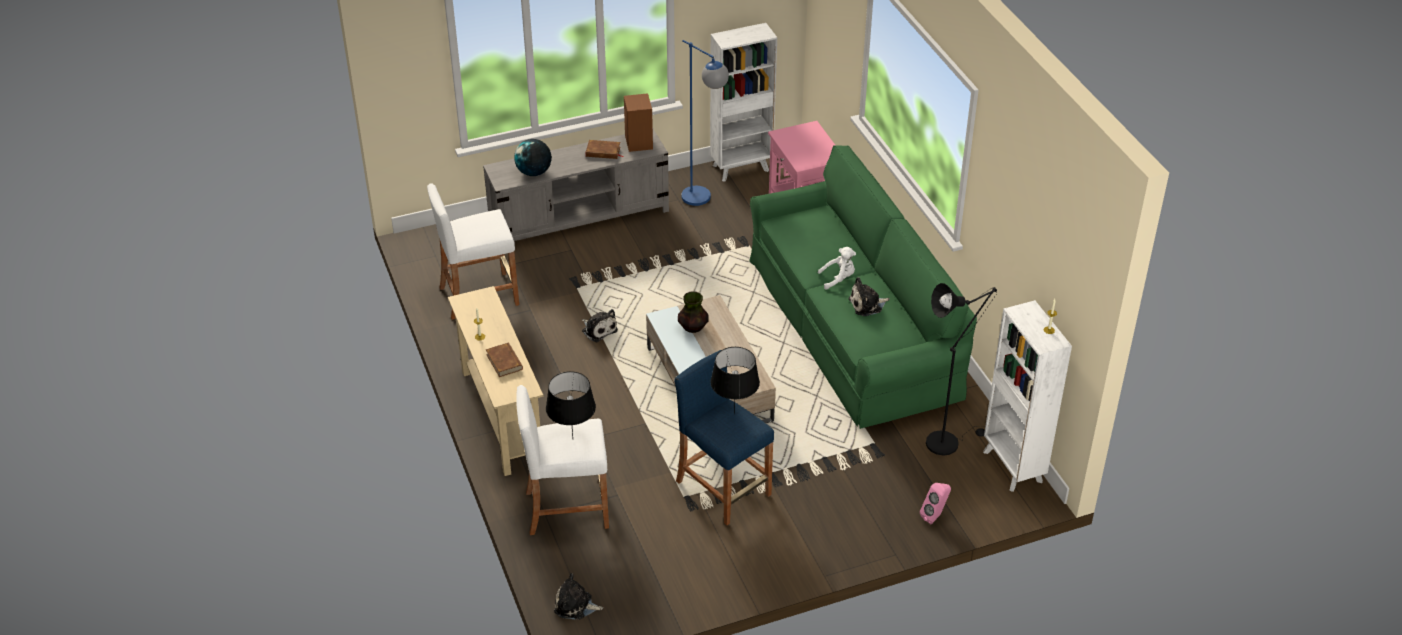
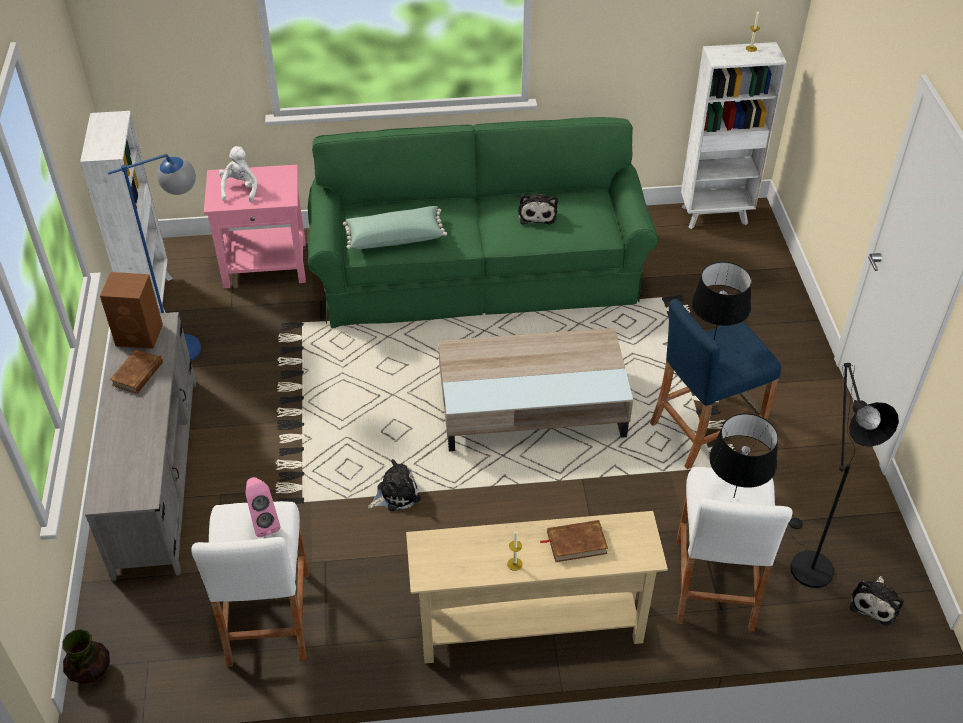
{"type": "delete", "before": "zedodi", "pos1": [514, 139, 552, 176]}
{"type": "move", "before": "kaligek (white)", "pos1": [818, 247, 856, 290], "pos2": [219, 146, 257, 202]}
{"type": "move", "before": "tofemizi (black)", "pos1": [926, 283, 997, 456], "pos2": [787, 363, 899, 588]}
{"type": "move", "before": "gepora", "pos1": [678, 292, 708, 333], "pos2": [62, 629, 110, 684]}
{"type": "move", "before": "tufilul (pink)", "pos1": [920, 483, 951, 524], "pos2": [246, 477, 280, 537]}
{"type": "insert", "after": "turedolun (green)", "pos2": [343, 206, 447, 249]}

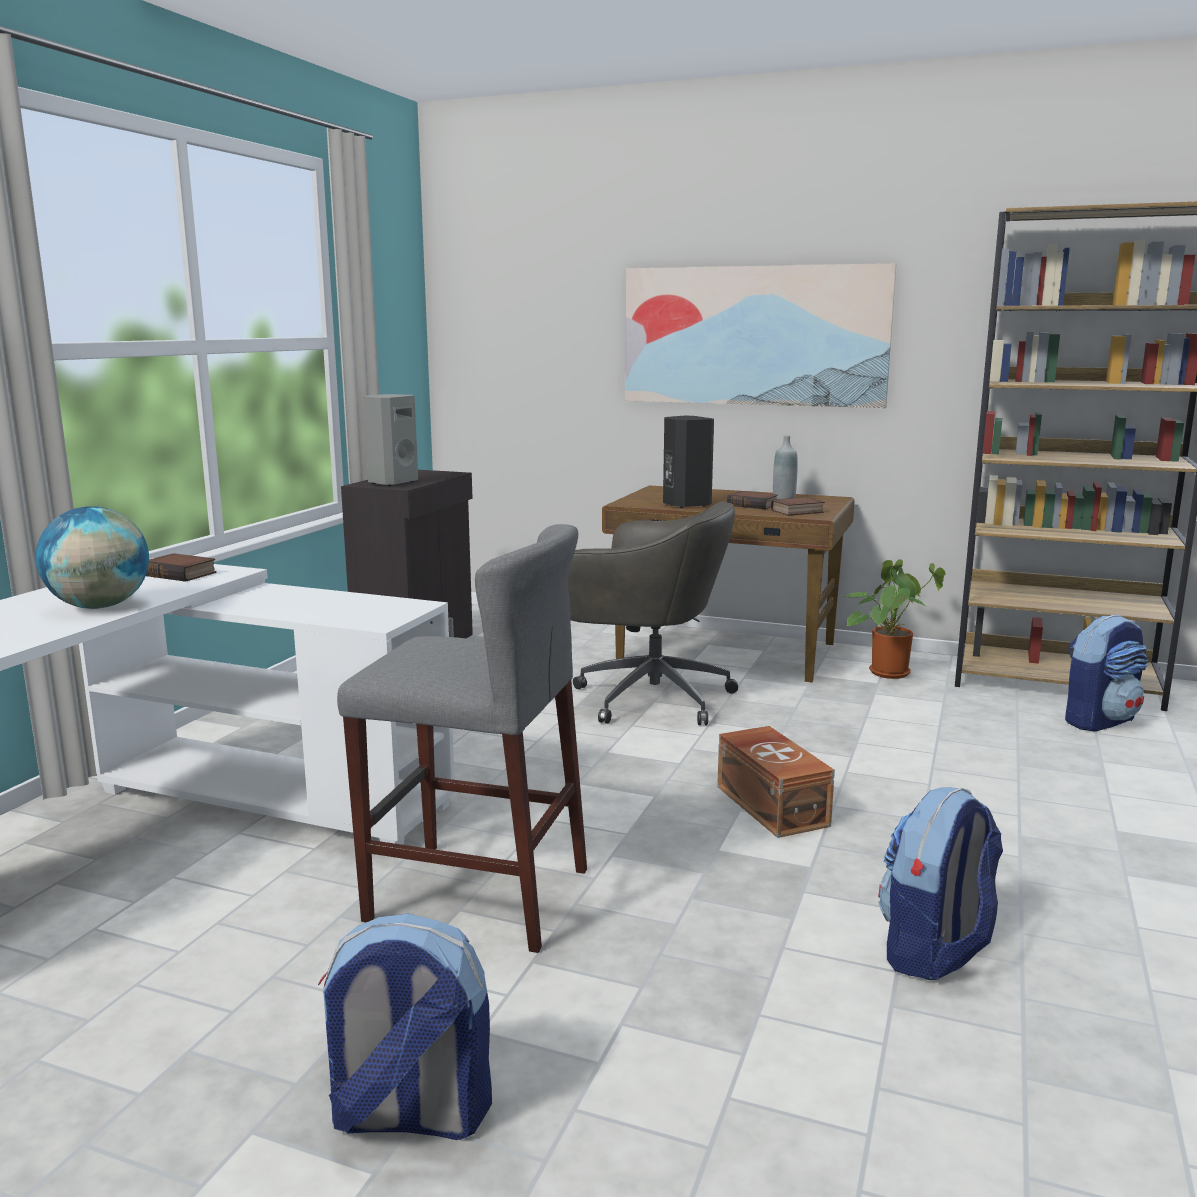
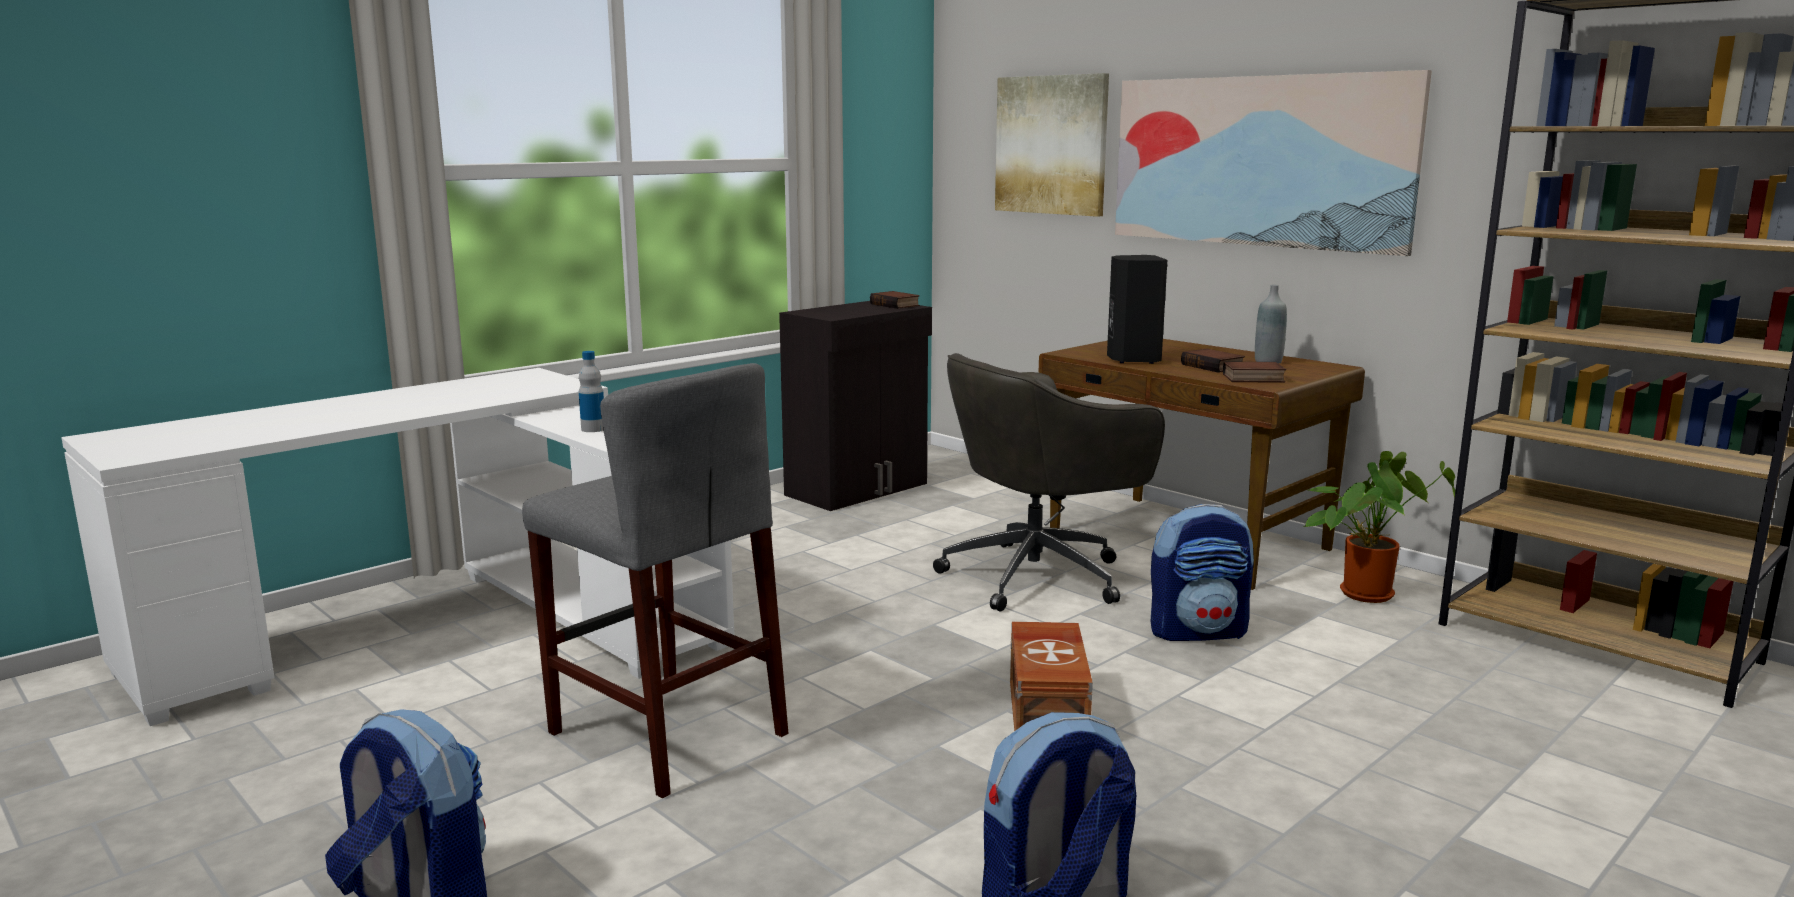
{"type": "delete", "before": "tufilul (grey)", "pos1": [363, 394, 418, 486]}
{"type": "rotate", "before": "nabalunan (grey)", "pos1": [568, 501, 738, 725], "pos2": [933, 353, 1165, 612], "turn": 105}
{"type": "delete", "before": "zedodi", "pos1": [35, 506, 149, 609]}
{"type": "move", "before": "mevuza", "pos1": [146, 553, 217, 582], "pos2": [870, 291, 920, 309]}
{"type": "move", "before": "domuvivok", "pos1": [1065, 615, 1148, 731], "pos2": [1151, 504, 1254, 641]}
{"type": "insert", "after": "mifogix", "pos2": [995, 73, 1109, 217]}
{"type": "insert", "after": "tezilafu", "pos2": [579, 351, 604, 432]}

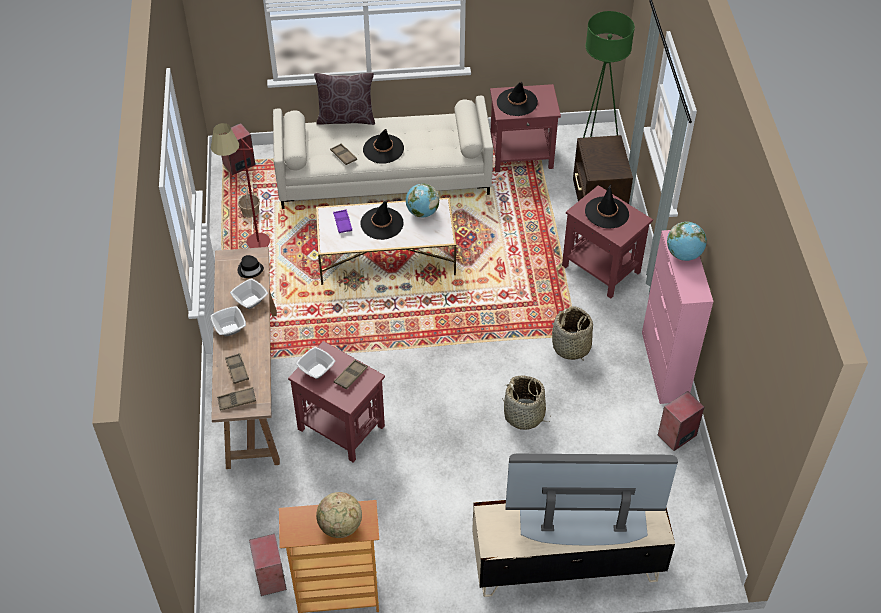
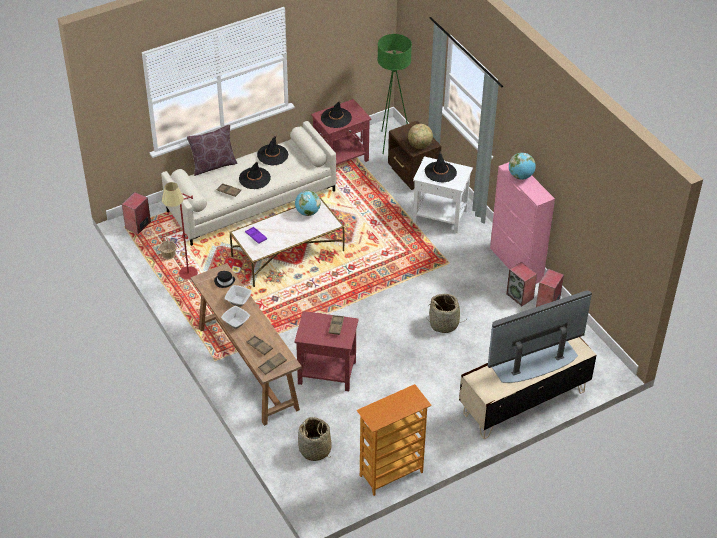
{"type": "recolor", "before": "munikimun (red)", "after": "munikimun (white)", "pos1": [562, 185, 653, 298], "pos2": [413, 156, 473, 233]}
{"type": "move", "before": "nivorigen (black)", "pos1": [360, 201, 404, 240], "pos2": [257, 136, 288, 165]}
{"type": "move", "before": "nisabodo", "pos1": [552, 306, 593, 361], "pos2": [298, 417, 332, 461]}
{"type": "delete", "before": "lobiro", "pos1": [296, 347, 335, 379]}
{"type": "move", "before": "zedodi", "pos1": [316, 492, 362, 538], "pos2": [408, 124, 433, 149]}
{"type": "move", "before": "tufilul", "pos1": [249, 534, 287, 596], "pos2": [506, 262, 537, 306]}

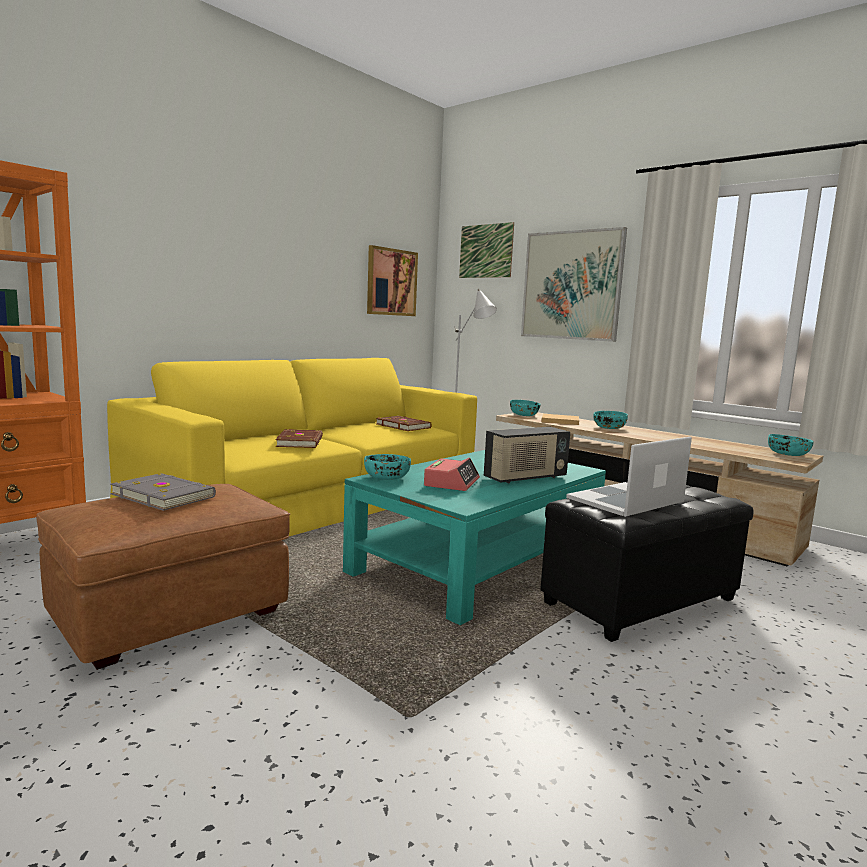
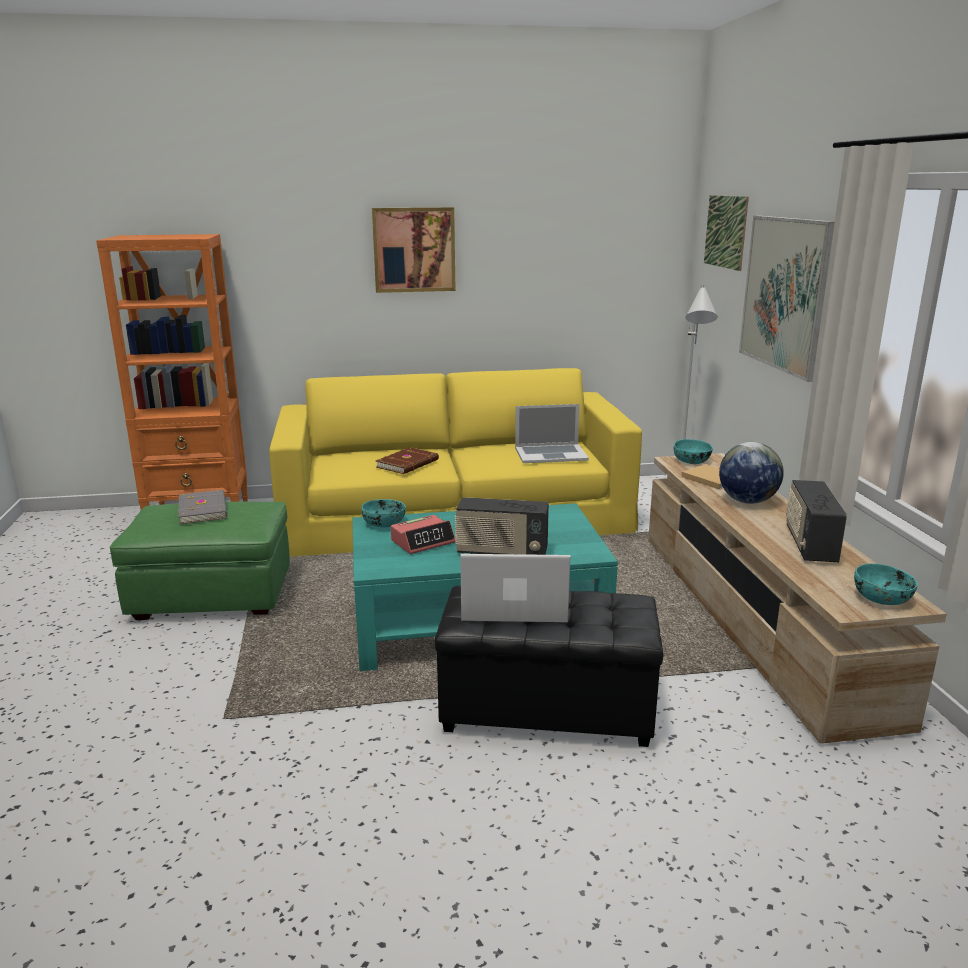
{"type": "move", "before": "mifogix", "pos1": [367, 245, 418, 316], "pos2": [372, 207, 455, 293]}
{"type": "replace", "before": "lobiro (turquoise)", "after": "zedodi", "pos1": [593, 411, 628, 429], "pos2": [719, 442, 784, 504]}
{"type": "replace", "before": "mevuza (brown)", "after": "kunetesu", "pos1": [376, 416, 432, 431], "pos2": [515, 404, 589, 463]}
{"type": "recolor", "before": "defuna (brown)", "after": "defuna (green)", "pos1": [36, 484, 290, 670], "pos2": [110, 502, 290, 620]}
{"type": "insert", "after": "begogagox", "pos2": [786, 480, 847, 562]}

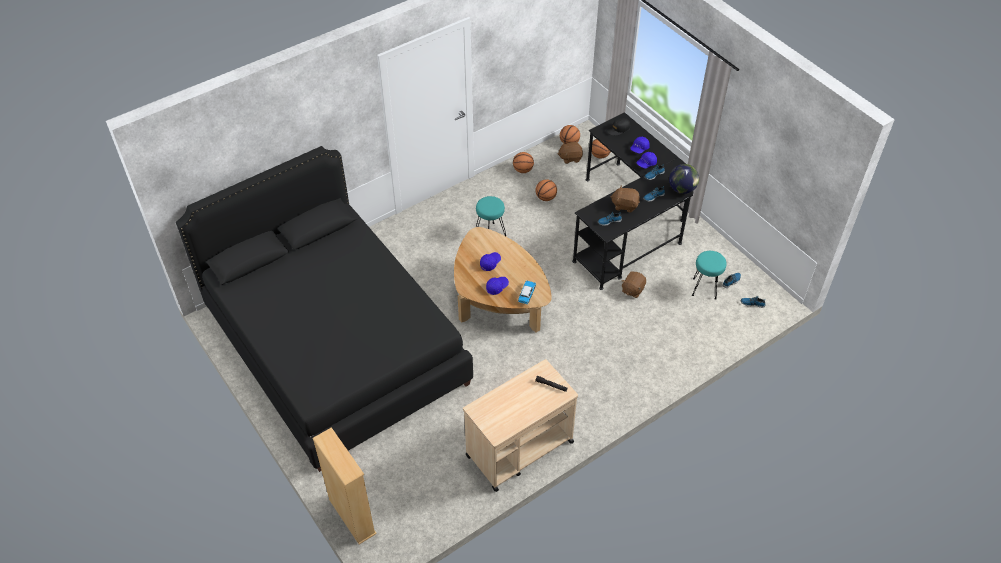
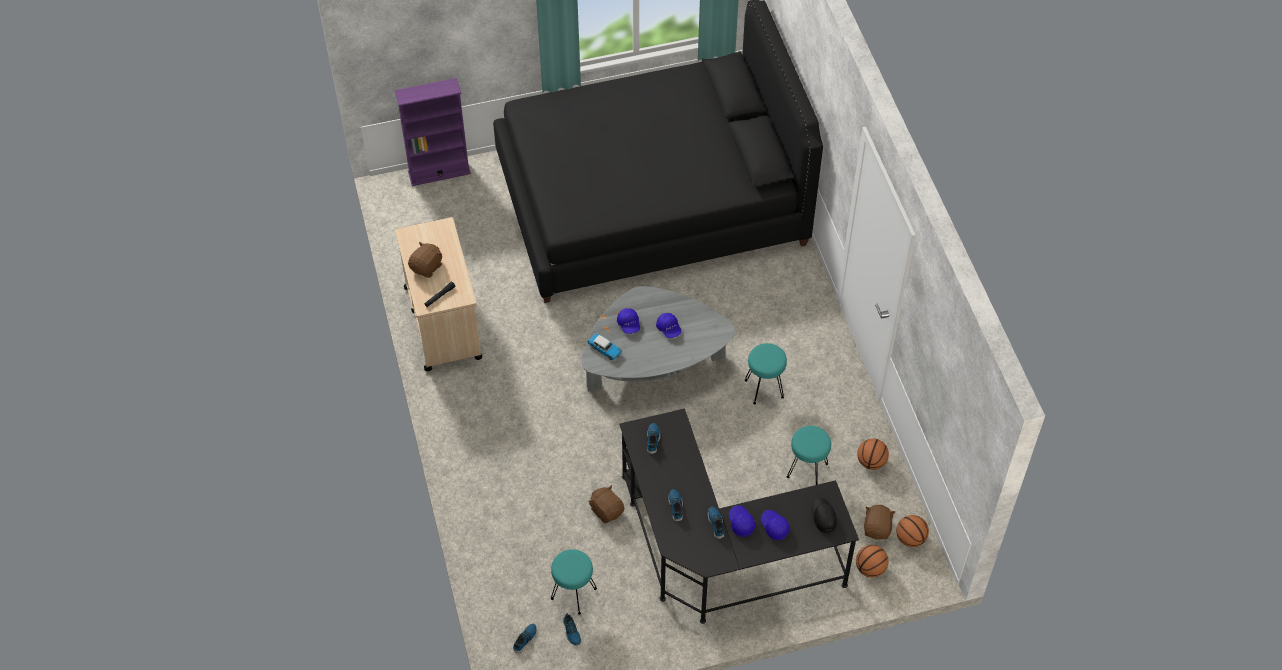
{"type": "delete", "before": "zedodi", "pos1": [669, 164, 699, 194]}
{"type": "replace", "before": "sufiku", "after": "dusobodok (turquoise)", "pos1": [535, 179, 557, 201], "pos2": [787, 426, 831, 485]}
{"type": "move", "before": "kaligek (brown)", "pos1": [611, 186, 640, 213], "pos2": [408, 242, 442, 278]}
{"type": "recolor", "before": "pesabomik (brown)", "after": "pesabomik (grey)", "pos1": [454, 227, 552, 332], "pos2": [581, 286, 735, 391]}
{"type": "recolor", "before": "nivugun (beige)", "after": "nivugun (purple)", "pos1": [312, 427, 377, 544], "pos2": [395, 78, 471, 186]}

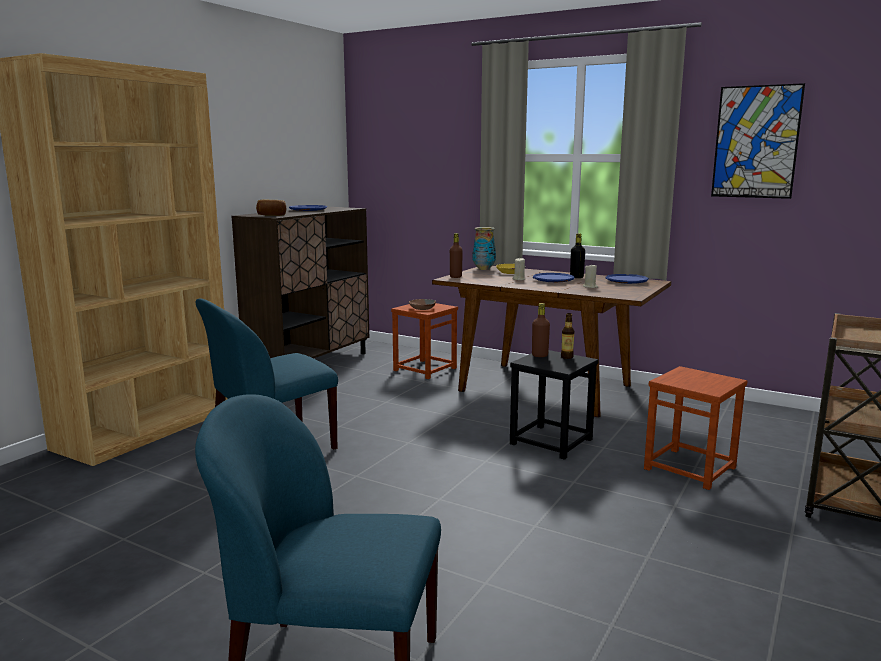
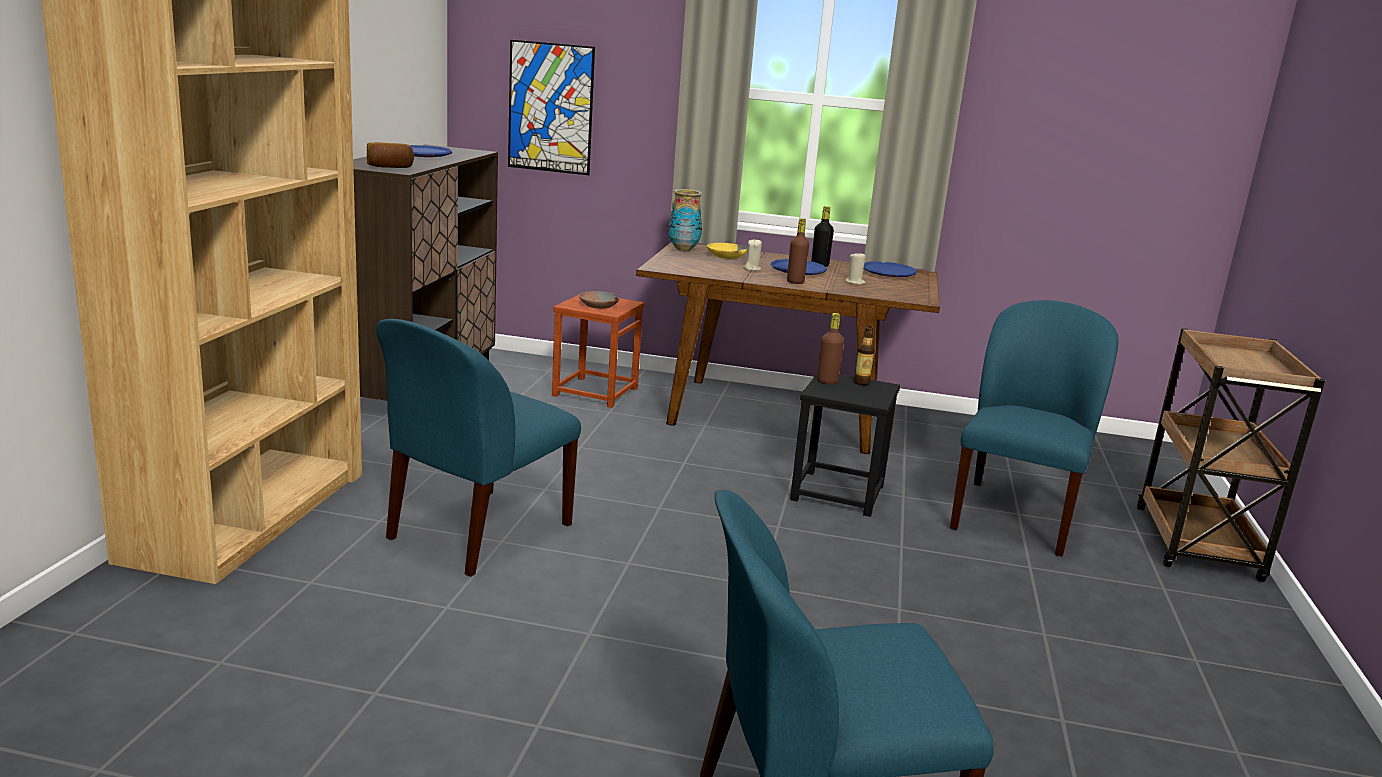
{"type": "move", "before": "mifogix", "pos1": [711, 83, 805, 199], "pos2": [508, 40, 595, 175]}
{"type": "move", "before": "tezilafu (brown)", "pos1": [450, 233, 463, 278], "pos2": [787, 218, 809, 284]}
{"type": "replace", "before": "dusobodok (brown)", "after": "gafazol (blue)", "pos1": [644, 366, 747, 490], "pos2": [950, 300, 1118, 557]}

